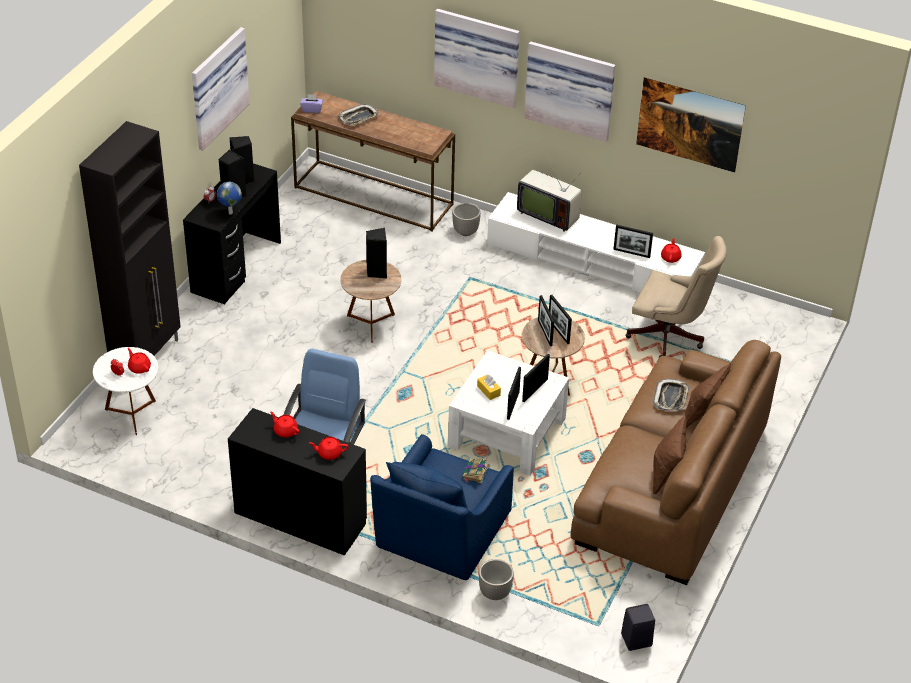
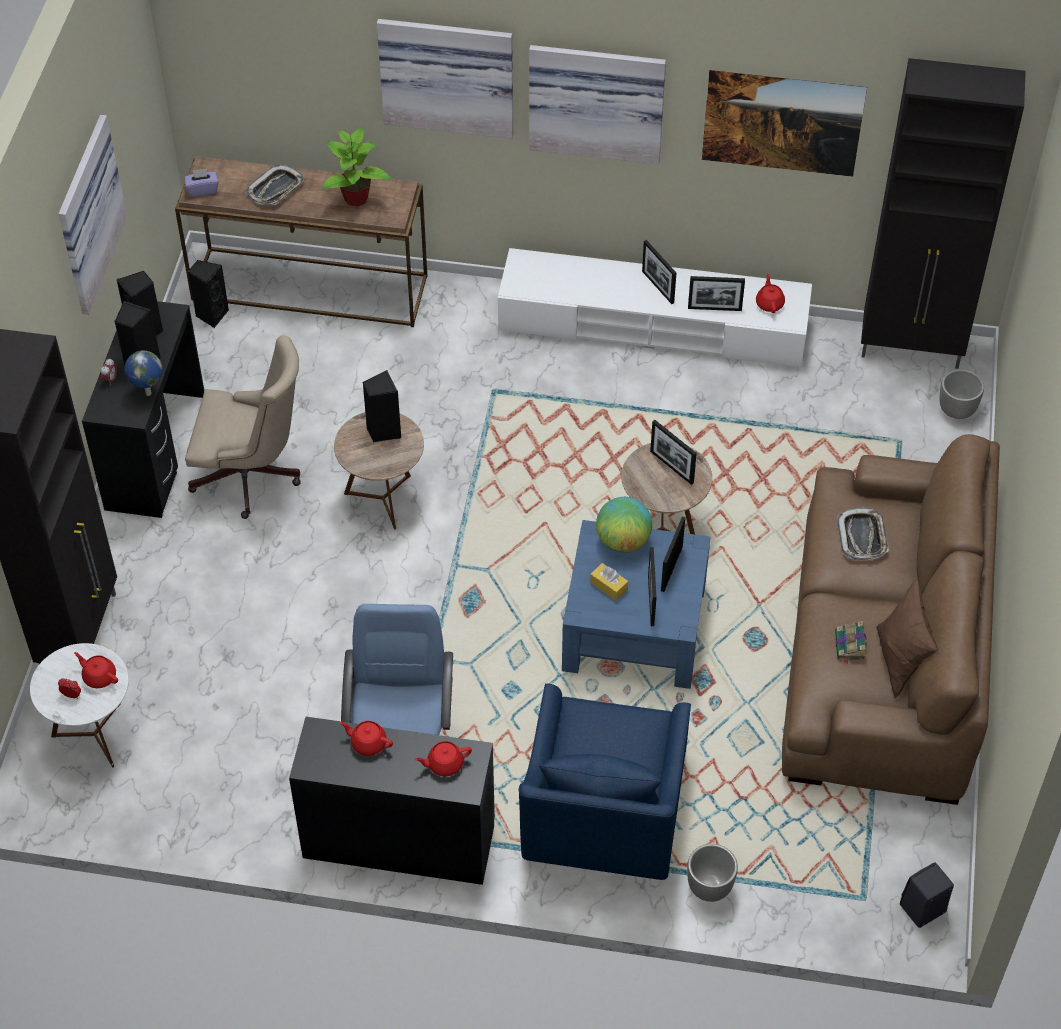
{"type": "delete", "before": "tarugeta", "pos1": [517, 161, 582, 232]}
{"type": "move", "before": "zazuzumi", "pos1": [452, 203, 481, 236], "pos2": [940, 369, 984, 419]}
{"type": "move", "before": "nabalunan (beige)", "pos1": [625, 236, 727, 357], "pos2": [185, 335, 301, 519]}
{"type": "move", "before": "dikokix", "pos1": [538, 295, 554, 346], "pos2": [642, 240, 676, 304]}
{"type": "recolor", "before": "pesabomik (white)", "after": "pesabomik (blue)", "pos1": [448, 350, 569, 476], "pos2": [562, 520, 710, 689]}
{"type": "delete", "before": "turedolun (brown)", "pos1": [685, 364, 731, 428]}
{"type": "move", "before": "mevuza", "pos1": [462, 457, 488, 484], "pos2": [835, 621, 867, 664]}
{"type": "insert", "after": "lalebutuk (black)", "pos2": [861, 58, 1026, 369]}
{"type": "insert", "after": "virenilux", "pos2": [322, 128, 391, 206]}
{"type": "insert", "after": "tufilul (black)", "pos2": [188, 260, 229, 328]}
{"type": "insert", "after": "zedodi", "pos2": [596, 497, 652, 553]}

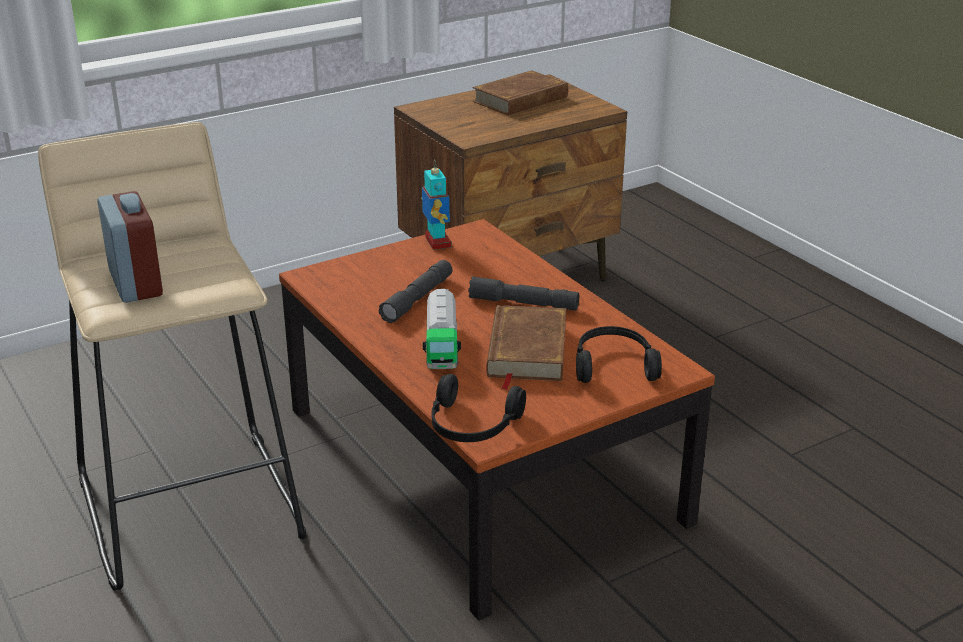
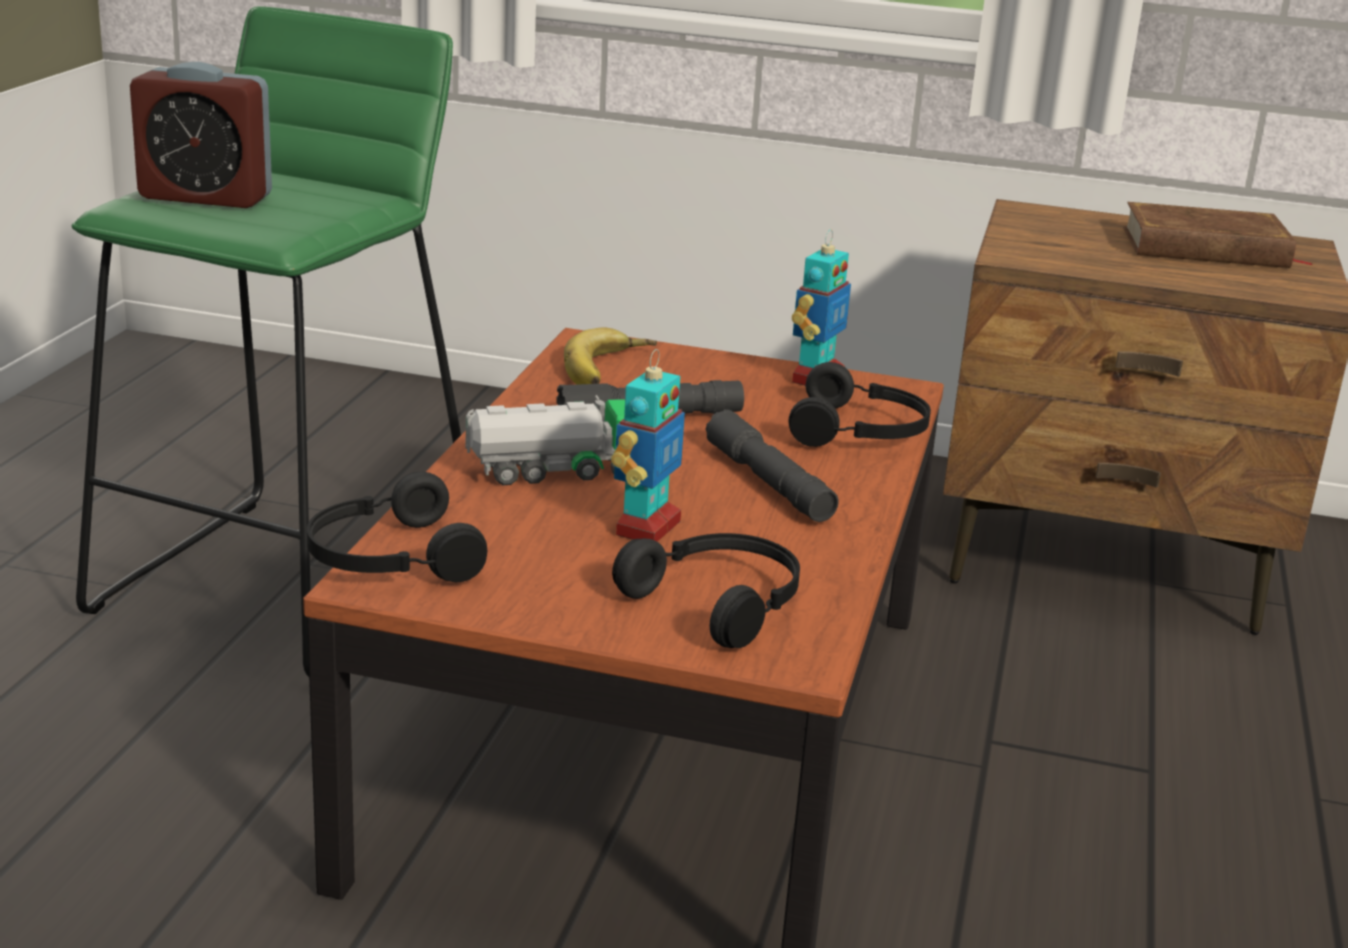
{"type": "recolor", "before": "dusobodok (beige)", "after": "dusobodok (green)", "pos1": [38, 122, 307, 591], "pos2": [72, 6, 461, 677]}
{"type": "rotate", "before": "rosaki", "pos1": [97, 191, 163, 303], "pos2": [130, 62, 272, 208], "turn": 75}
{"type": "rotate", "before": "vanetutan", "pos1": [423, 289, 461, 369], "pos2": [466, 395, 625, 485], "turn": -150}
{"type": "replace", "before": "mevuza (brown)", "after": "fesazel", "pos1": [486, 305, 566, 390], "pos2": [611, 349, 685, 542]}
{"type": "insert", "after": "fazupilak", "pos2": [564, 327, 657, 385]}
{"type": "insert", "after": "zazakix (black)", "pos2": [789, 362, 931, 447]}

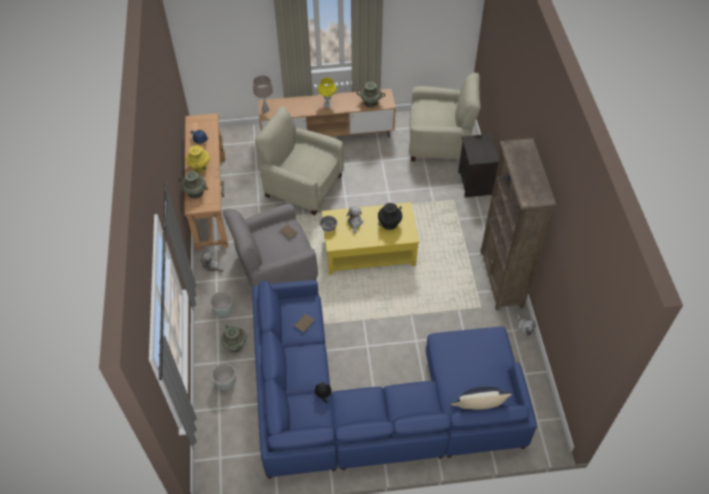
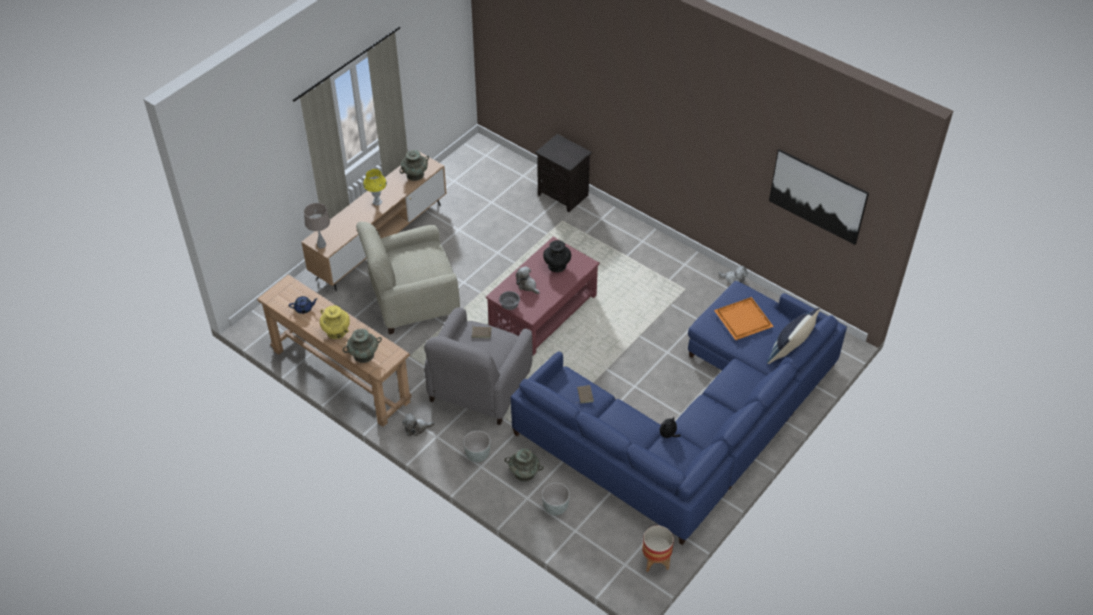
{"type": "delete", "before": "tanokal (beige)", "pos1": [409, 73, 481, 161]}
{"type": "delete", "before": "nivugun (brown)", "pos1": [480, 138, 556, 311]}
{"type": "recolor", "before": "pesabomik (yellow)", "after": "pesabomik (red)", "pos1": [322, 202, 420, 275], "pos2": [486, 237, 600, 356]}
{"type": "insert", "after": "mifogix", "pos2": [769, 149, 869, 245]}
{"type": "insert", "after": "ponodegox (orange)", "pos2": [714, 297, 774, 340]}
{"type": "insert", "after": "zazuzumi", "pos2": [642, 526, 674, 572]}

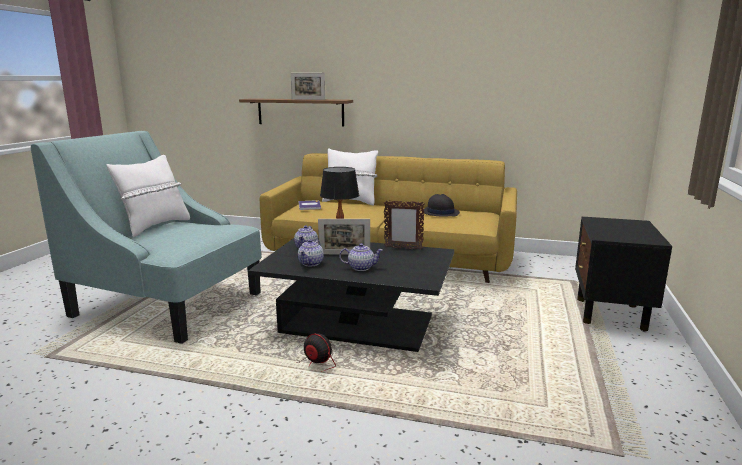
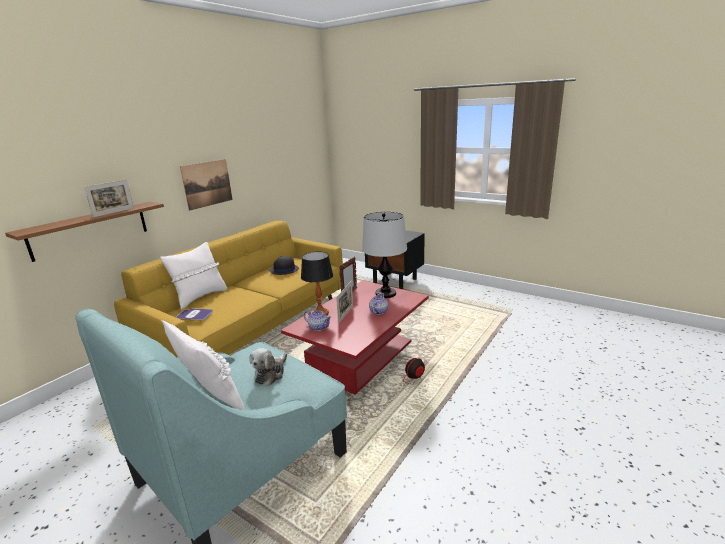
{"type": "recolor", "before": "pesabomik (black)", "after": "pesabomik (red)", "pos1": [248, 238, 454, 352], "pos2": [281, 280, 429, 395]}
{"type": "delete", "before": "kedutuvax", "pos1": [298, 239, 324, 267]}
{"type": "insert", "after": "mifogix", "pos2": [180, 159, 232, 211]}
{"type": "insert", "after": "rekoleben", "pos2": [362, 212, 407, 298]}
{"type": "insert", "after": "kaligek", "pos2": [249, 348, 287, 386]}

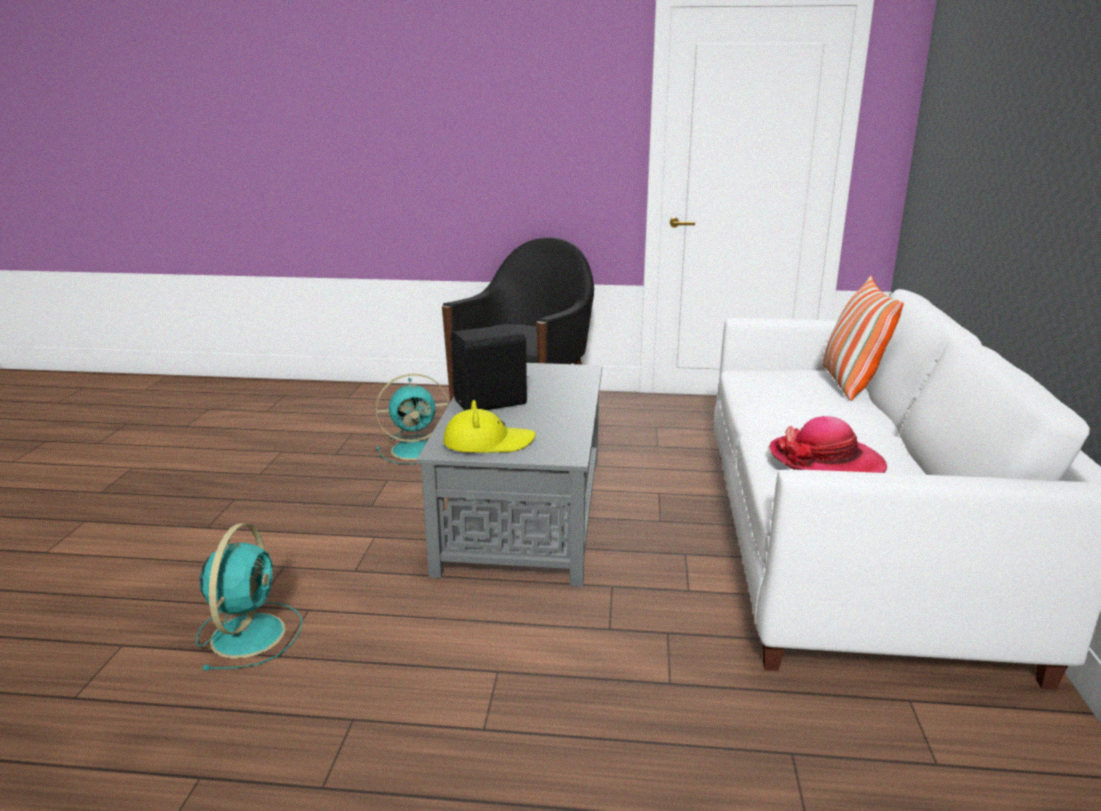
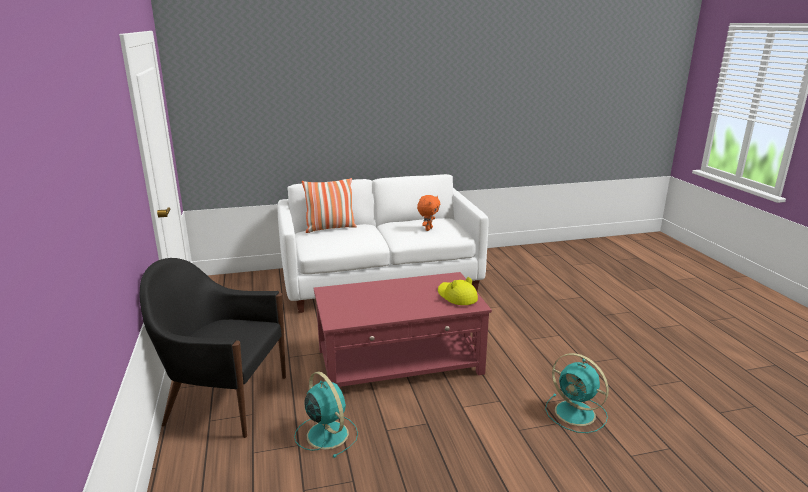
{"type": "delete", "before": "tufilul (black)", "pos1": [451, 325, 529, 410]}
{"type": "recolor", "before": "pesabomik (grey)", "after": "pesabomik (red)", "pos1": [417, 363, 602, 587], "pos2": [314, 272, 492, 387]}
{"type": "replace", "before": "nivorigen", "after": "kaligek (orange)", "pos1": [769, 416, 887, 473], "pos2": [417, 195, 440, 231]}
{"type": "rotate", "before": "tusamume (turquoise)", "pos1": [196, 523, 302, 670], "pos2": [545, 353, 609, 433], "turn": -120}

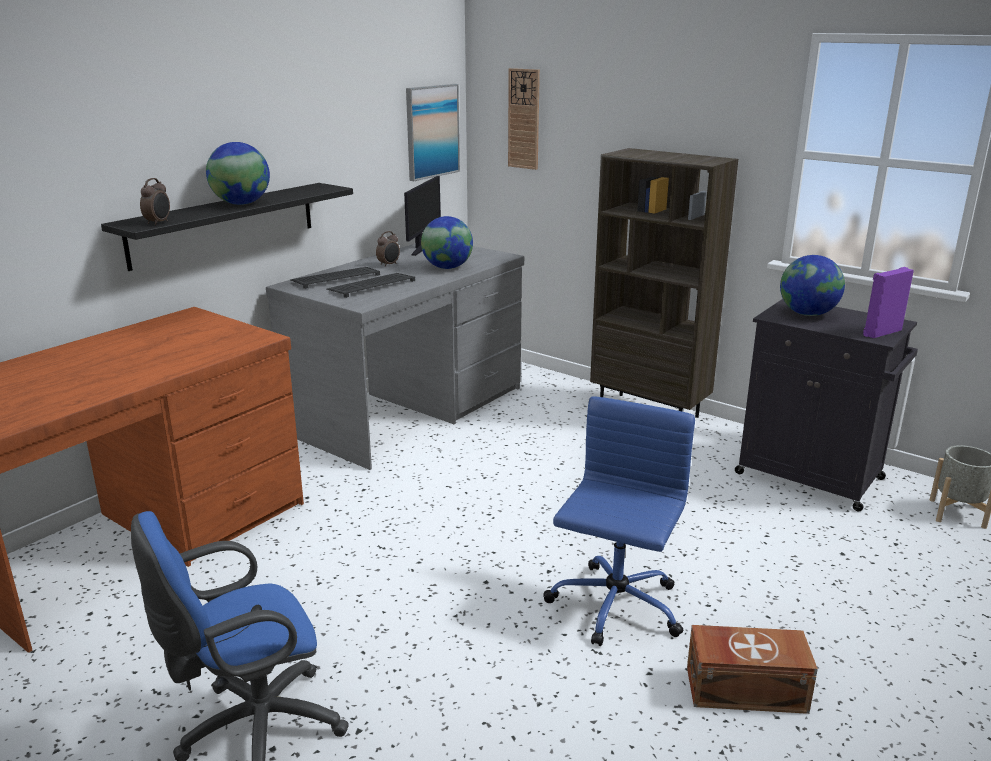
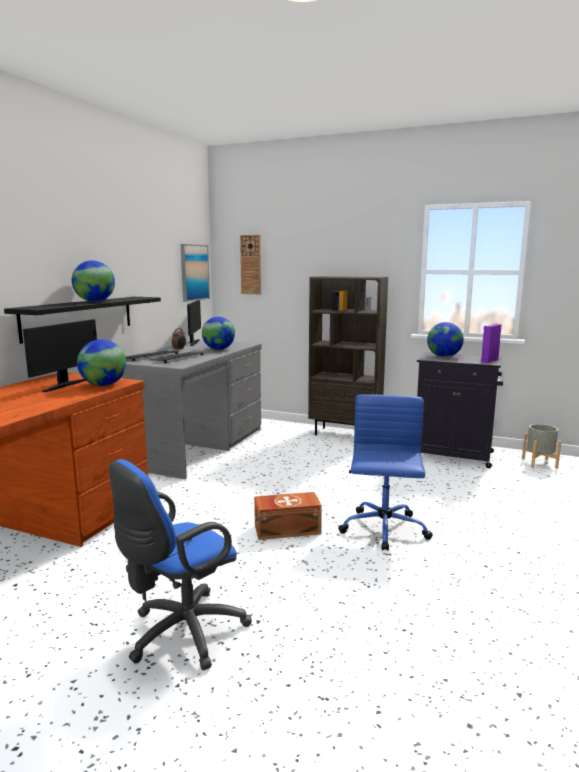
{"type": "delete", "before": "rosaki", "pos1": [140, 178, 170, 225]}
{"type": "move", "before": "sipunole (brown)", "pos1": [687, 625, 818, 714], "pos2": [254, 492, 322, 540]}
{"type": "insert", "after": "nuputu", "pos2": [23, 319, 97, 392]}
{"type": "insert", "after": "zedodi", "pos2": [77, 339, 126, 386]}

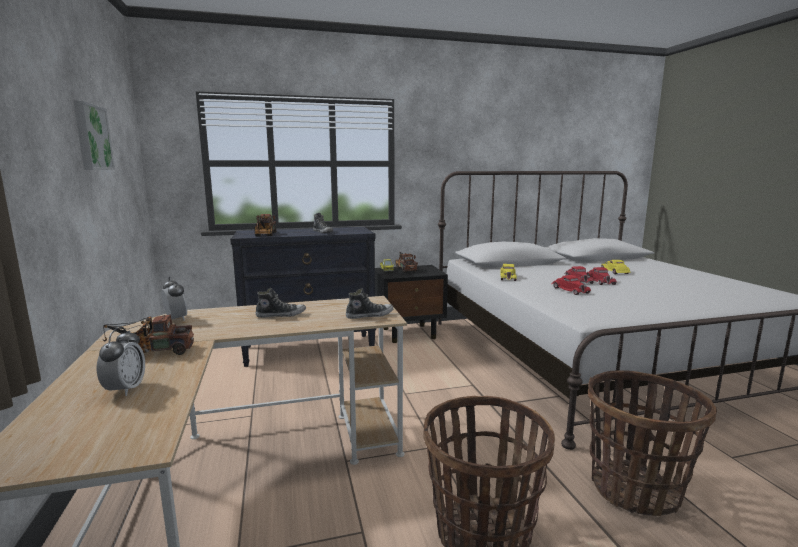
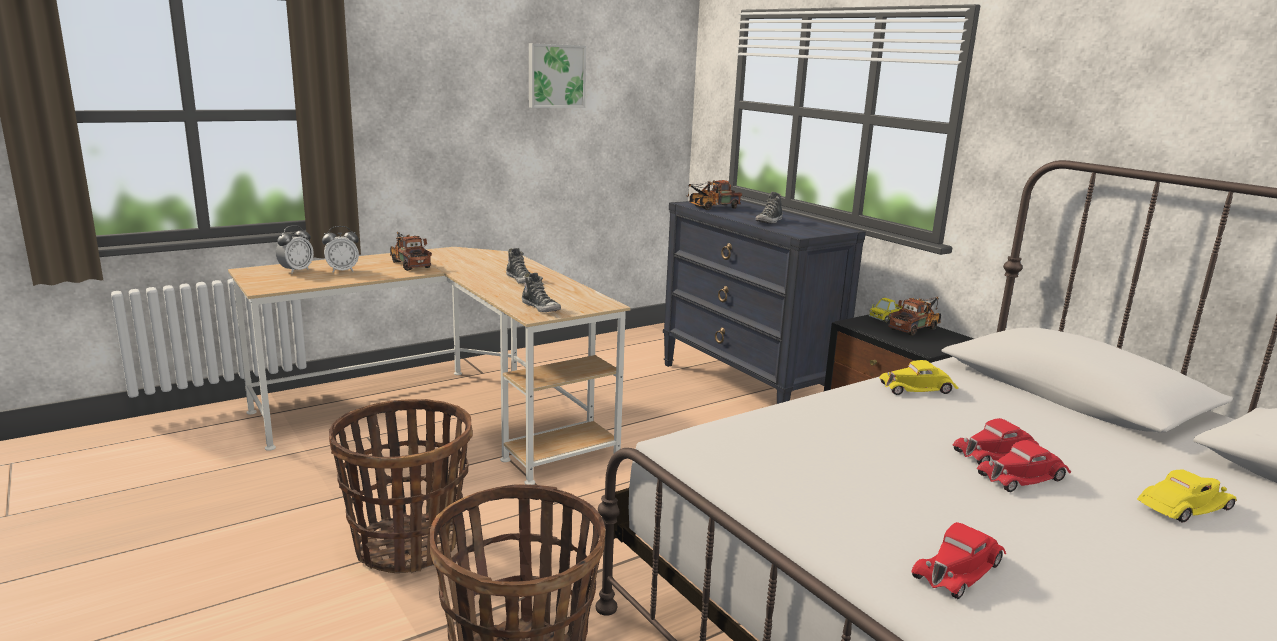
{"type": "move", "before": "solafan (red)", "pos1": [551, 275, 591, 295], "pos2": [911, 522, 1006, 599]}
{"type": "move", "before": "rosaki", "pos1": [161, 276, 187, 321], "pos2": [276, 225, 314, 274]}

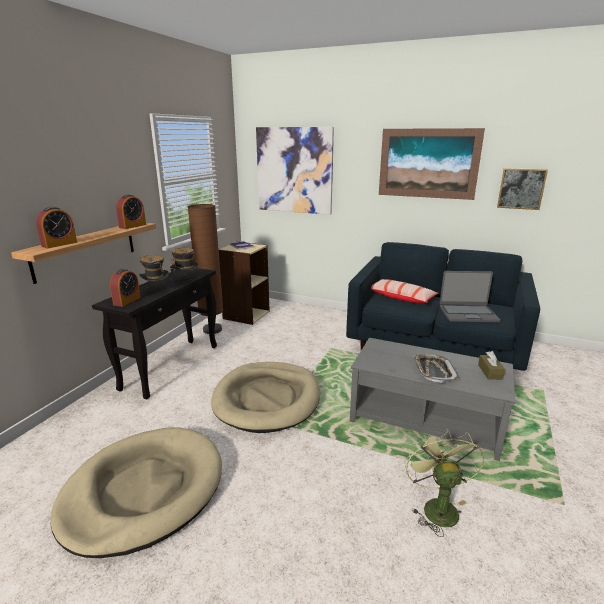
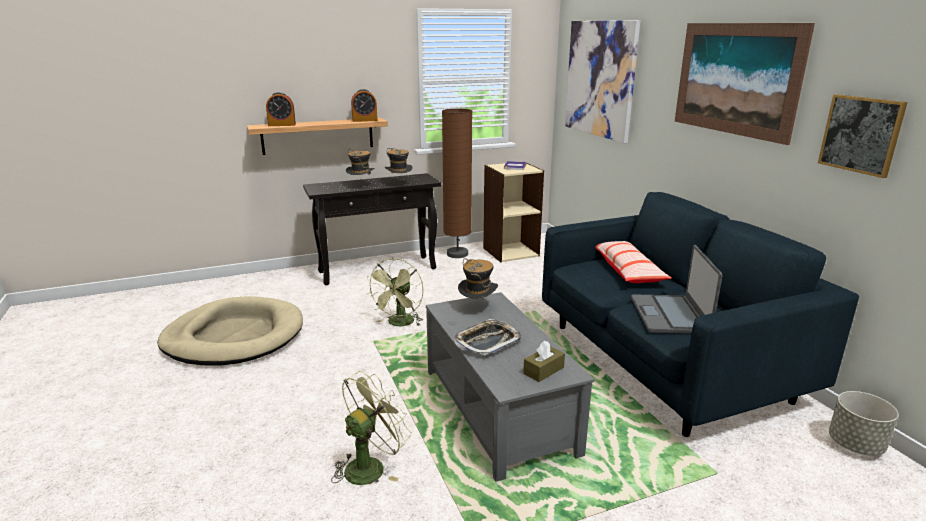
{"type": "delete", "before": "rosaki", "pos1": [110, 269, 141, 307]}
{"type": "rotate", "before": "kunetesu", "pos1": [440, 271, 501, 323], "pos2": [631, 245, 723, 334], "turn": 45}
{"type": "replace", "before": "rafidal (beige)", "after": "tusamume (green)", "pos1": [211, 362, 320, 433], "pos2": [367, 258, 423, 326]}
{"type": "insert", "after": "nivorigen", "pos2": [458, 258, 498, 299]}
{"type": "insert", "after": "zazuzumi (grey)", "pos2": [829, 391, 898, 456]}

